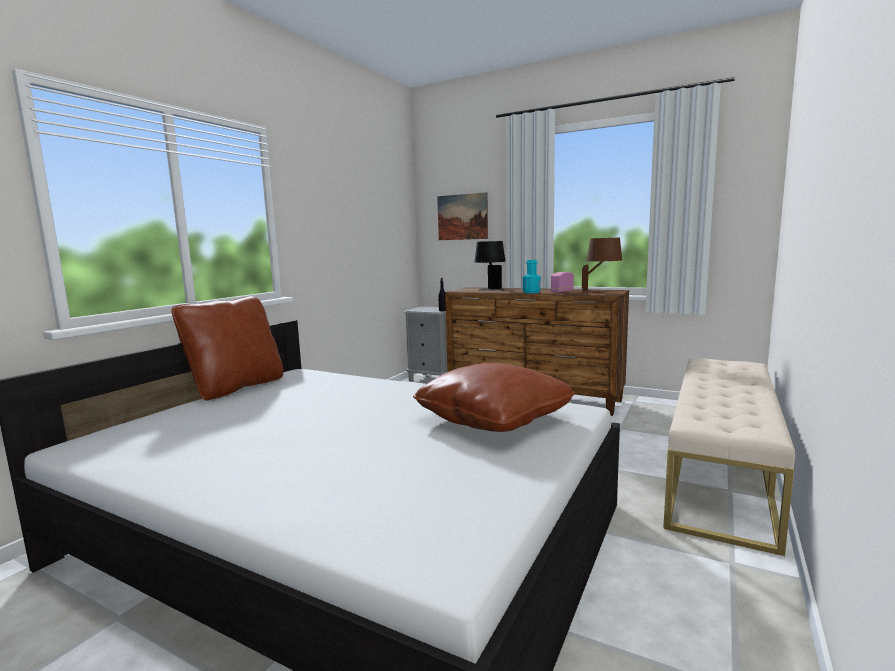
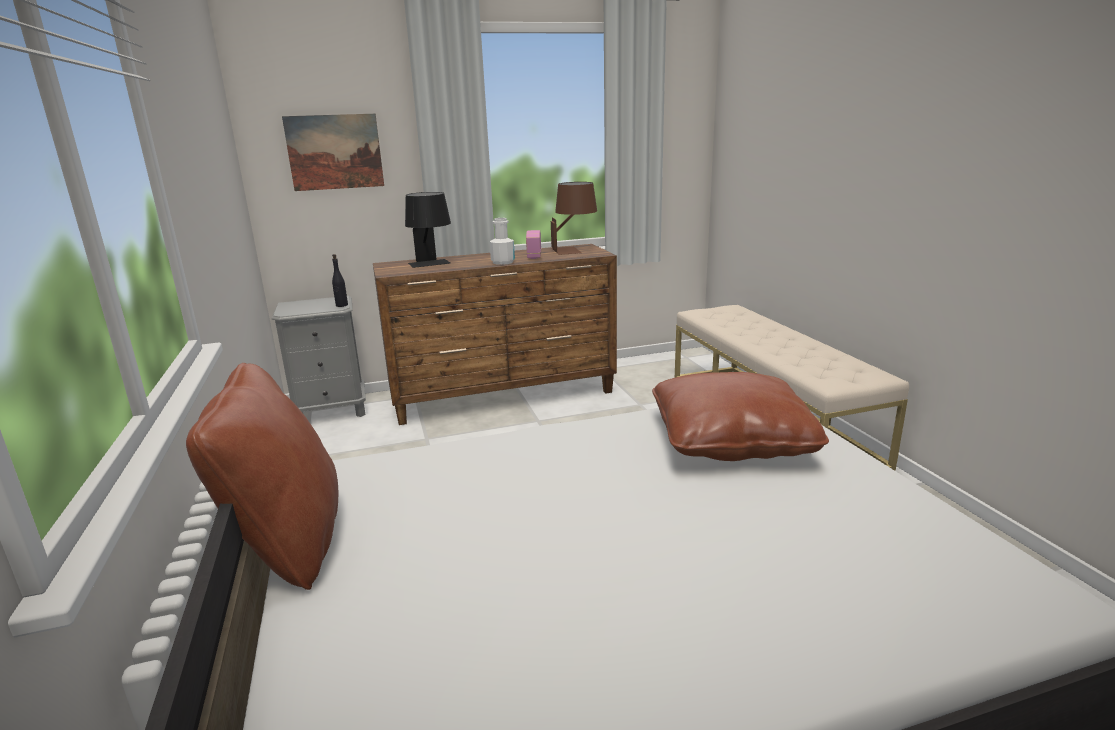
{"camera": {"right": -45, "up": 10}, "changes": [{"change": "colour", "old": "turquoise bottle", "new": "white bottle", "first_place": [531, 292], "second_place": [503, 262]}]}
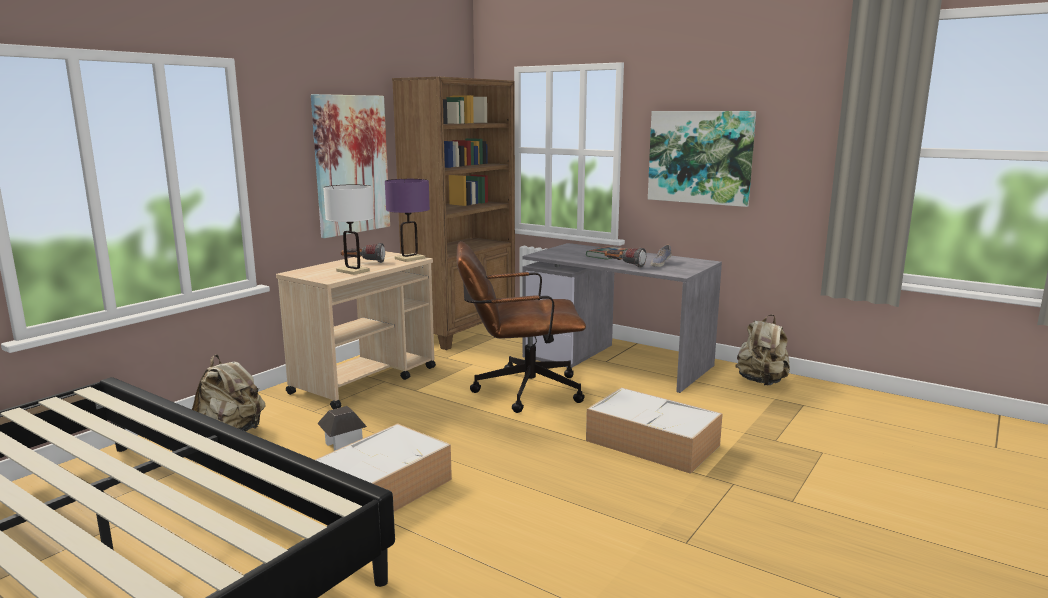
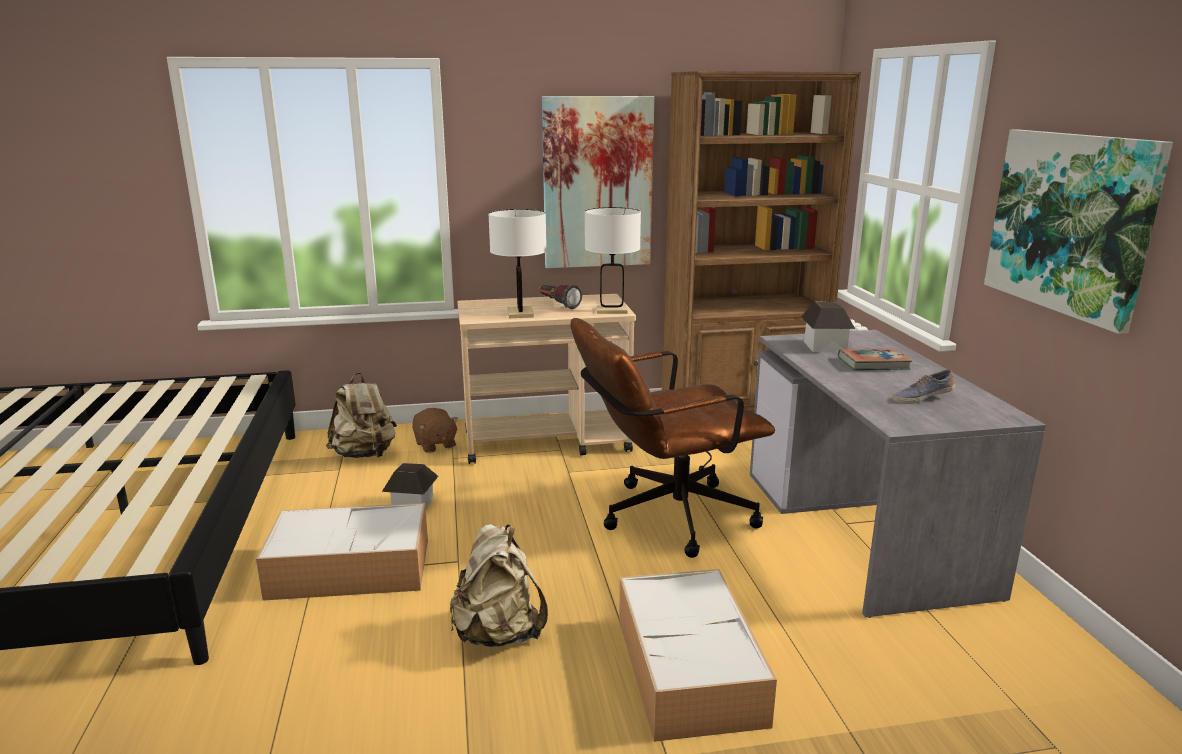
{"camera": {"right": 45, "up": 5}, "changes": [{"change": "appeared", "new": "brown plush toy", "second_place": [435, 445]}, {"change": "relocated", "old": "beige backpack", "first_place": [761, 382], "second_place": [498, 633]}, {"change": "spun", "old": "brown office chair", "first_place": [518, 391], "second_place": [665, 518], "degrees": -60}, {"change": "colour", "old": "purple table lamp", "new": "white table lamp", "first_place": [410, 258], "second_place": [611, 310]}, {"change": "appeared", "new": "toy house", "second_place": [825, 346]}, {"change": "missing", "old": "flashlight", "first_place": [624, 265]}]}
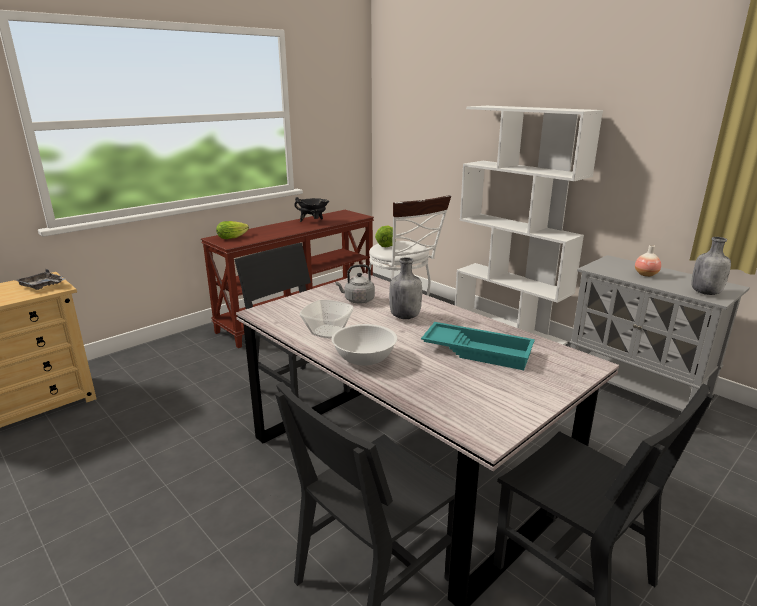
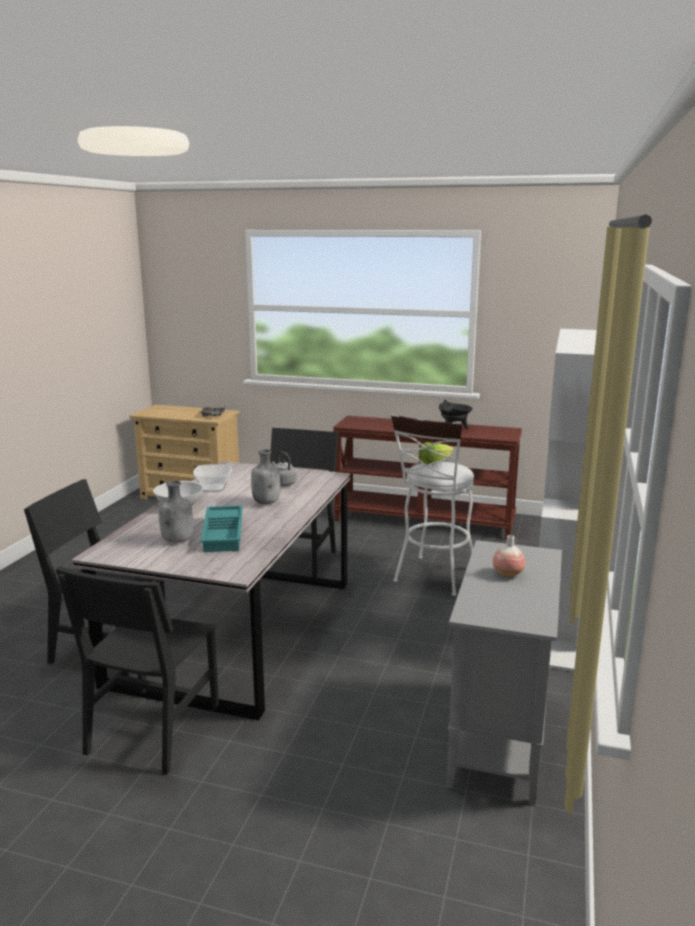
{"camera": {"right": 60, "up": -5}, "changes": [{"change": "relocated", "old": "grey bottle", "first_place": [705, 292], "second_place": [178, 540]}, {"change": "missing", "old": "lettuce", "first_place": [234, 237]}]}
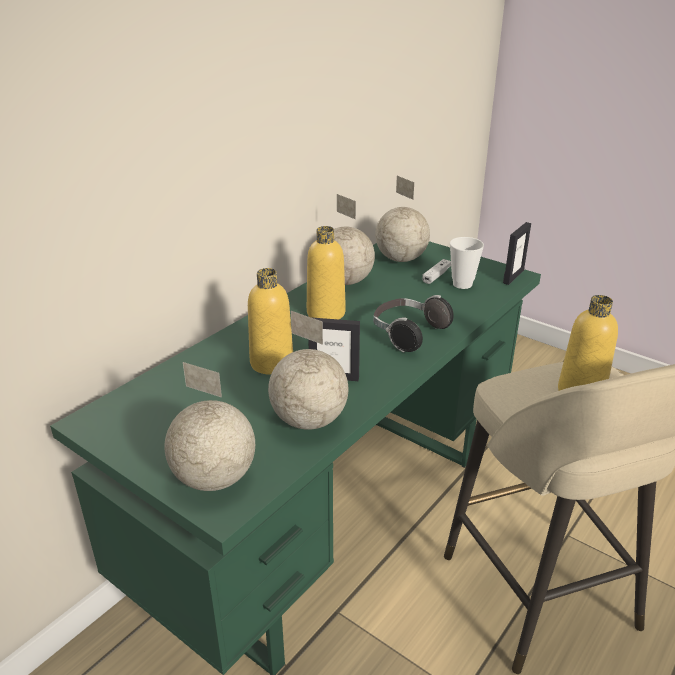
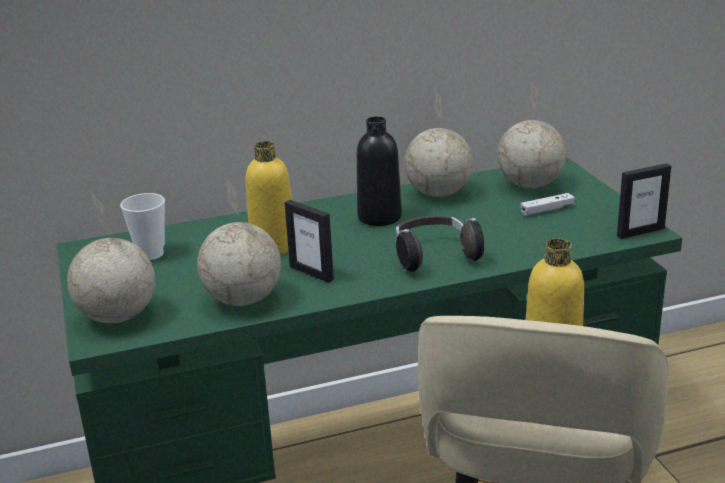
{"camera": {"right": 35, "up": -5}, "changes": [{"change": "relocated", "old": "cup", "first_place": [462, 284], "second_place": [150, 254]}, {"change": "colour", "old": "yellow bottle", "new": "black bottle", "first_place": [326, 313], "second_place": [379, 217]}]}
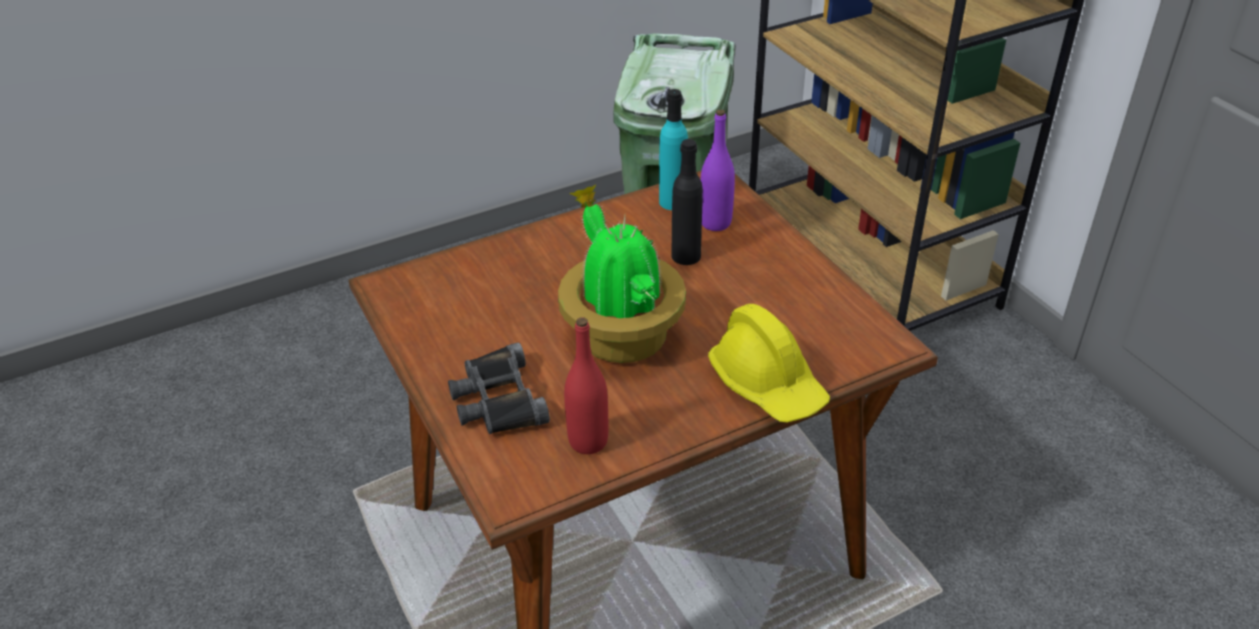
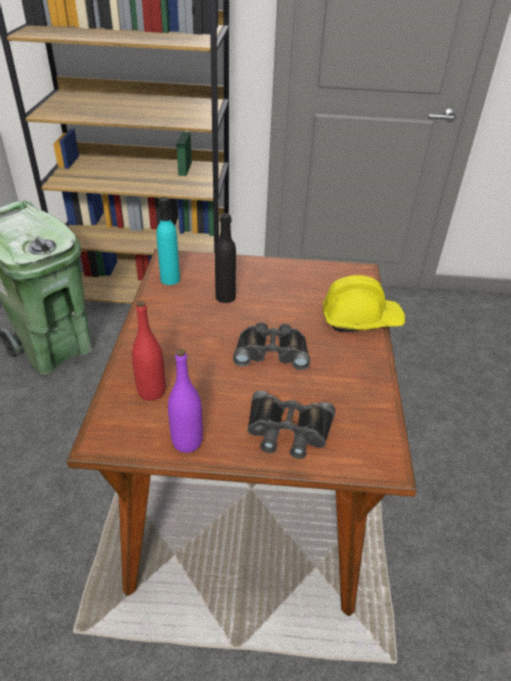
{"camera": {"right": -60, "up": 0}, "changes": [{"change": "relocated", "old": "red bottle", "first_place": [588, 441], "second_place": [151, 392]}, {"change": "relocated", "old": "purple bottle", "first_place": [715, 223], "second_place": [187, 442]}, {"change": "exchanged", "old": "potted plant", "new": "black binoculars", "first_place": [620, 334], "second_place": [271, 351]}]}
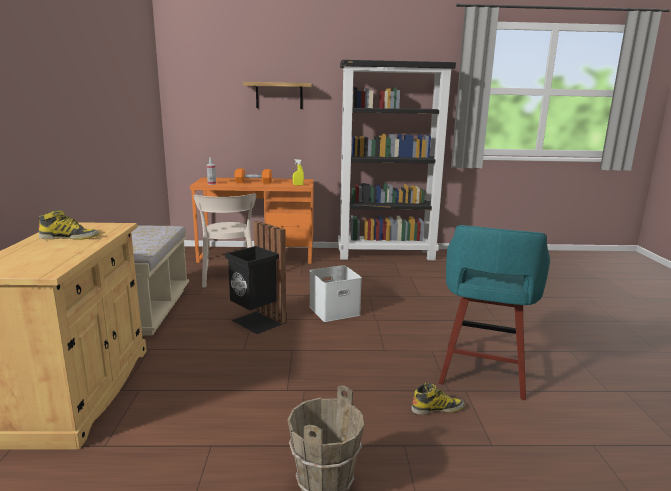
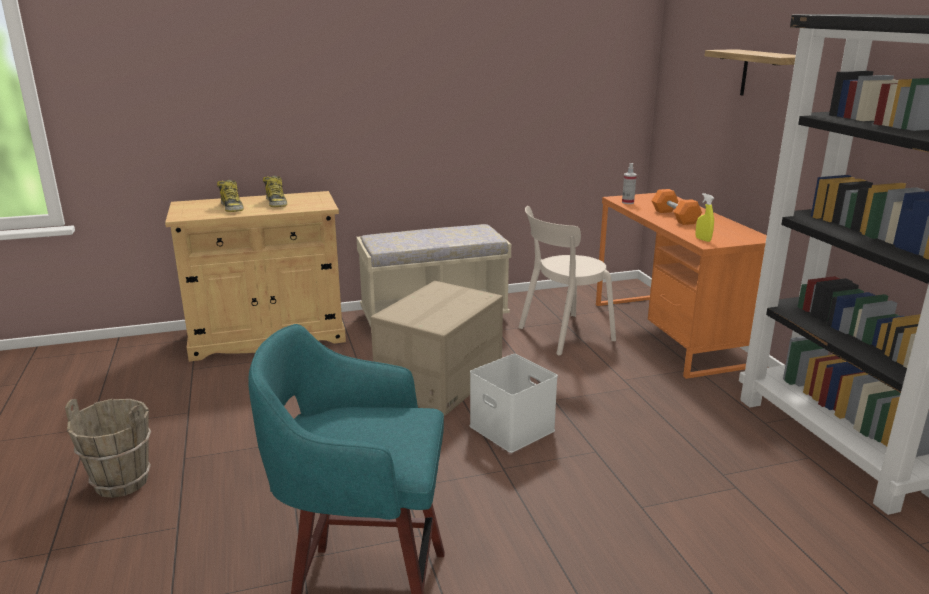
{"camera": {"right": 75, "up": 5}, "changes": [{"change": "relocated", "old": "boot", "first_place": [437, 408], "second_place": [232, 207]}, {"change": "exchanged", "old": "black trash can", "new": "cardboard box", "first_place": [257, 322], "second_place": [441, 381]}]}
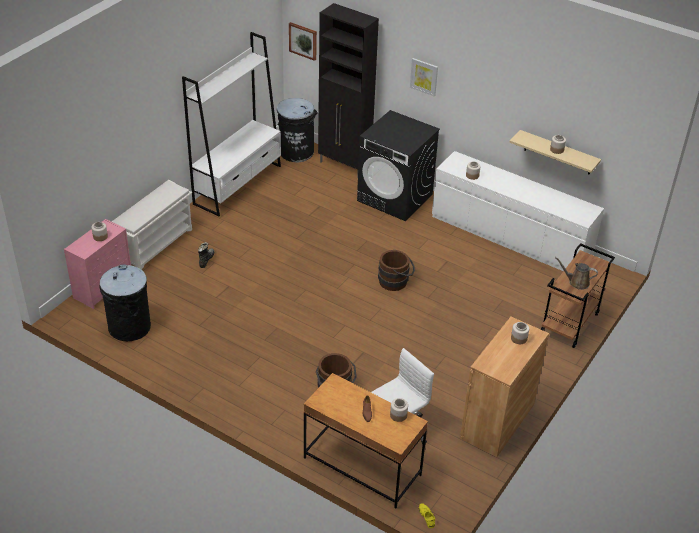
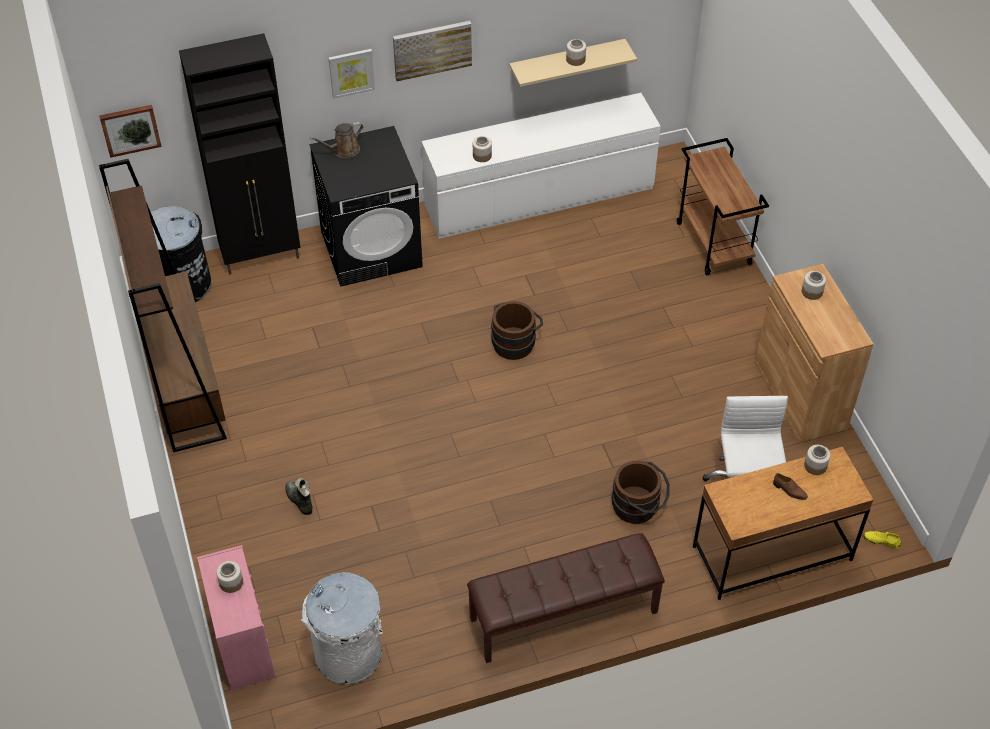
{"camera": {"right": -50, "up": 10}, "changes": [{"change": "colour", "old": "white bookcase", "new": "brown bookcase", "first_place": [238, 184], "second_place": [184, 382]}, {"change": "colour", "old": "black trash can", "new": "white trash can", "first_place": [129, 327], "second_place": [348, 655]}, {"change": "relocated", "old": "brown watering can", "first_place": [576, 282], "second_place": [343, 150]}, {"change": "appeared", "new": "picture", "second_place": [432, 49]}, {"change": "appeared", "new": "brown bench", "second_place": [563, 616]}, {"change": "missing", "old": "white shoe rack", "first_place": [155, 245]}]}
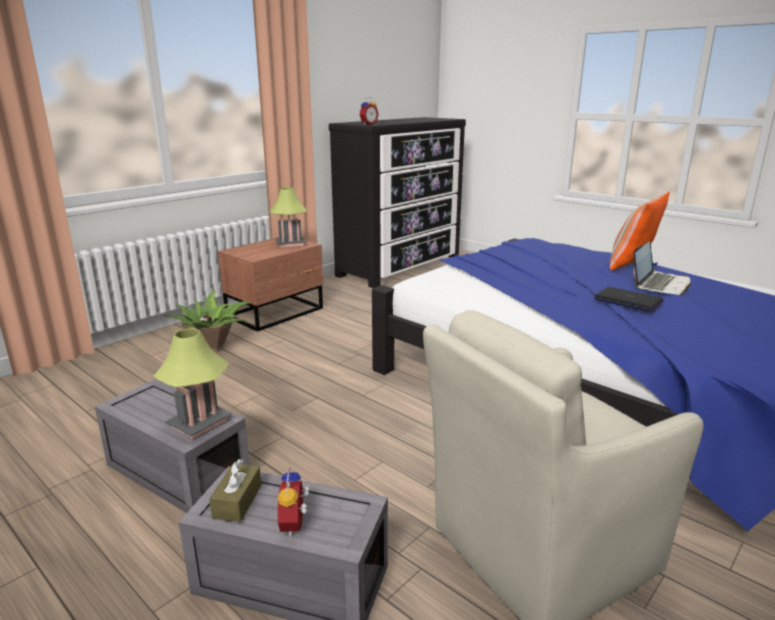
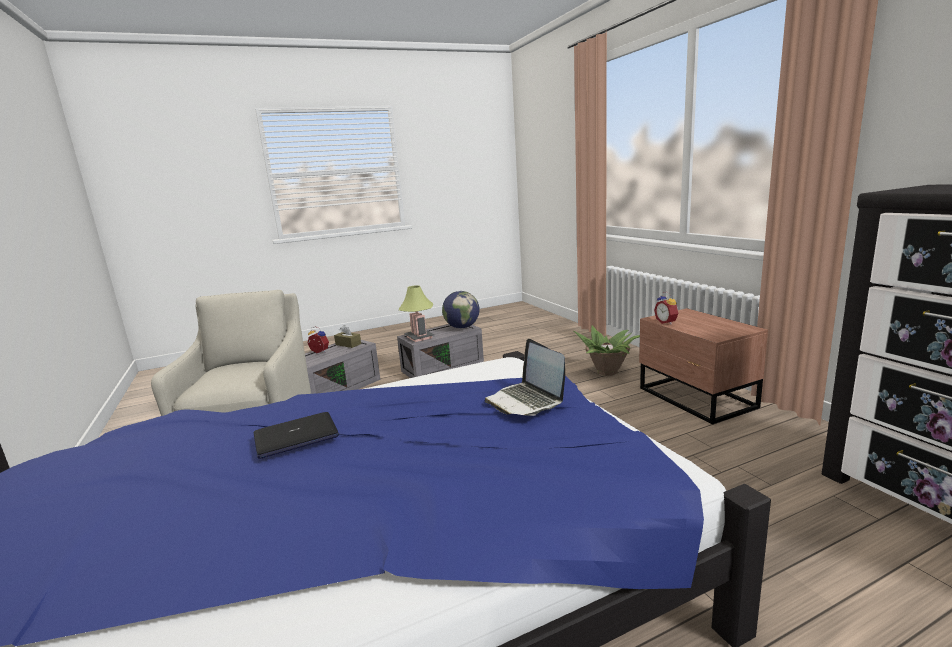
{"camera": {"right": 115, "up": -5}, "changes": [{"change": "appeared", "new": "globe", "second_place": [462, 327]}, {"change": "relocated", "old": "laptop", "first_place": [660, 284], "second_place": [526, 401]}, {"change": "relocated", "old": "alarm clock", "first_place": [368, 124], "second_place": [667, 322]}, {"change": "missing", "old": "table lamp", "first_place": [290, 244]}, {"change": "missing", "old": "pillow", "first_place": [631, 264]}]}
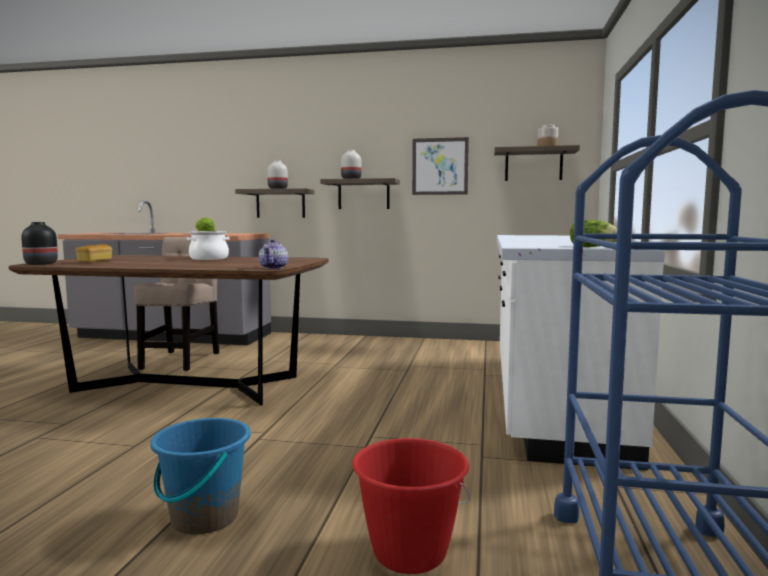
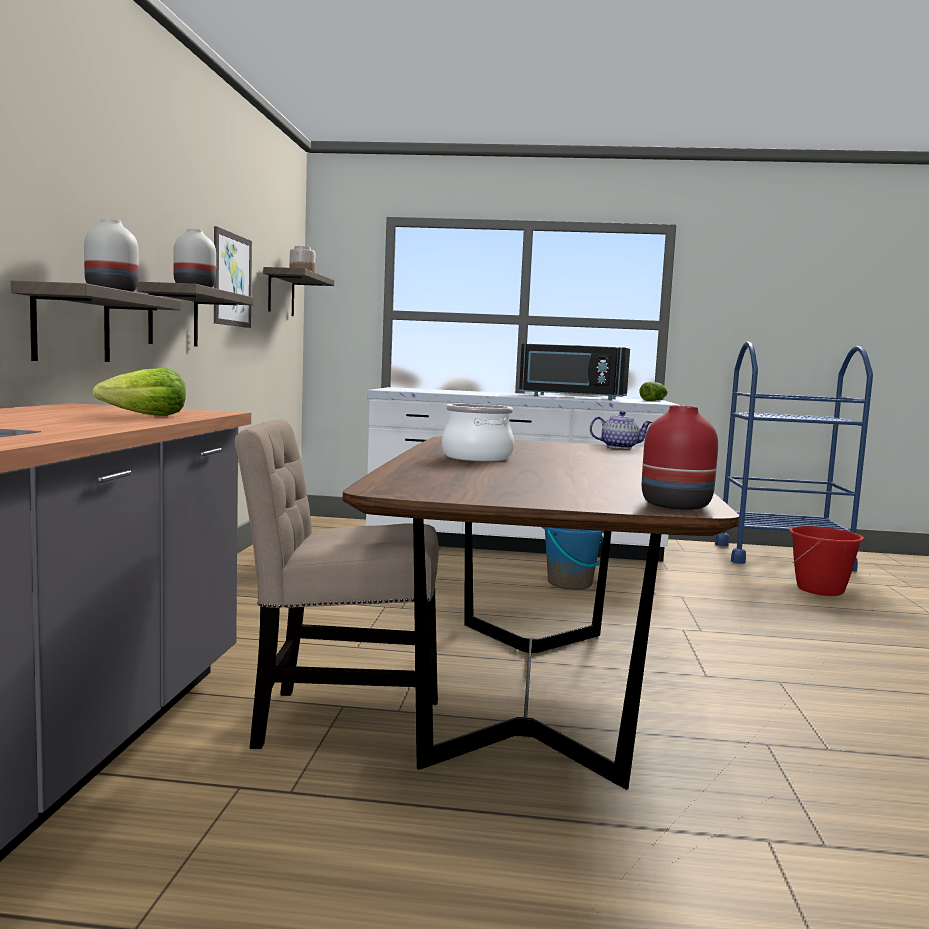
{"camera": {"right": -95, "up": 0}, "changes": [{"change": "appeared", "new": "black microwave", "second_place": [571, 397]}, {"change": "relocated", "old": "blue bucket", "first_place": [204, 517], "second_place": [570, 583]}, {"change": "colour", "old": "black vase", "new": "red vase", "first_place": [42, 264], "second_place": [674, 505]}, {"change": "missing", "old": "bread", "first_place": [94, 261]}]}
